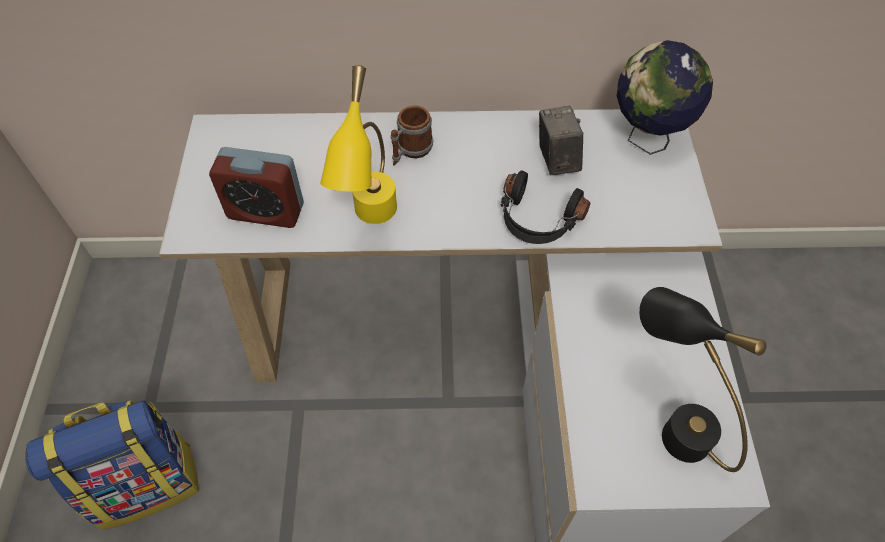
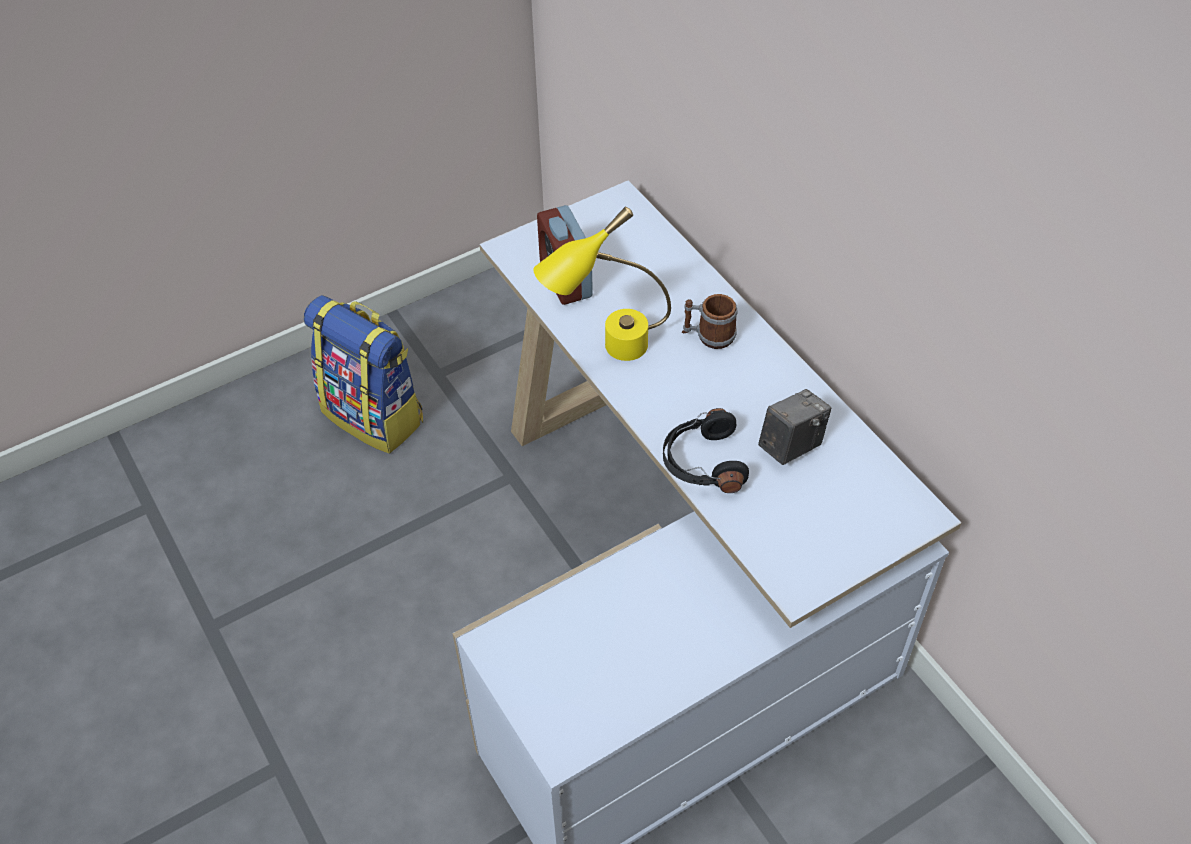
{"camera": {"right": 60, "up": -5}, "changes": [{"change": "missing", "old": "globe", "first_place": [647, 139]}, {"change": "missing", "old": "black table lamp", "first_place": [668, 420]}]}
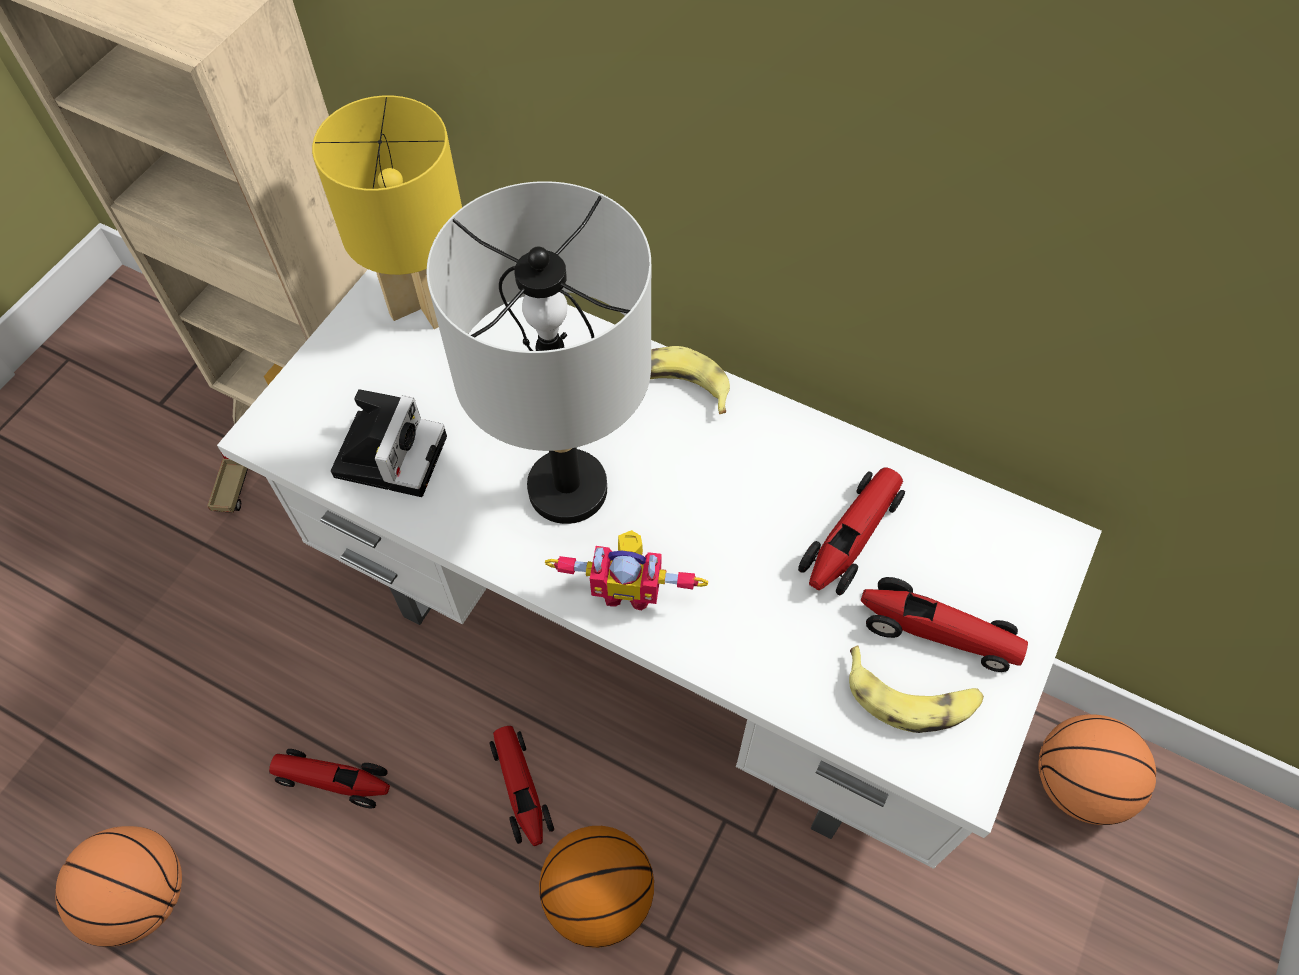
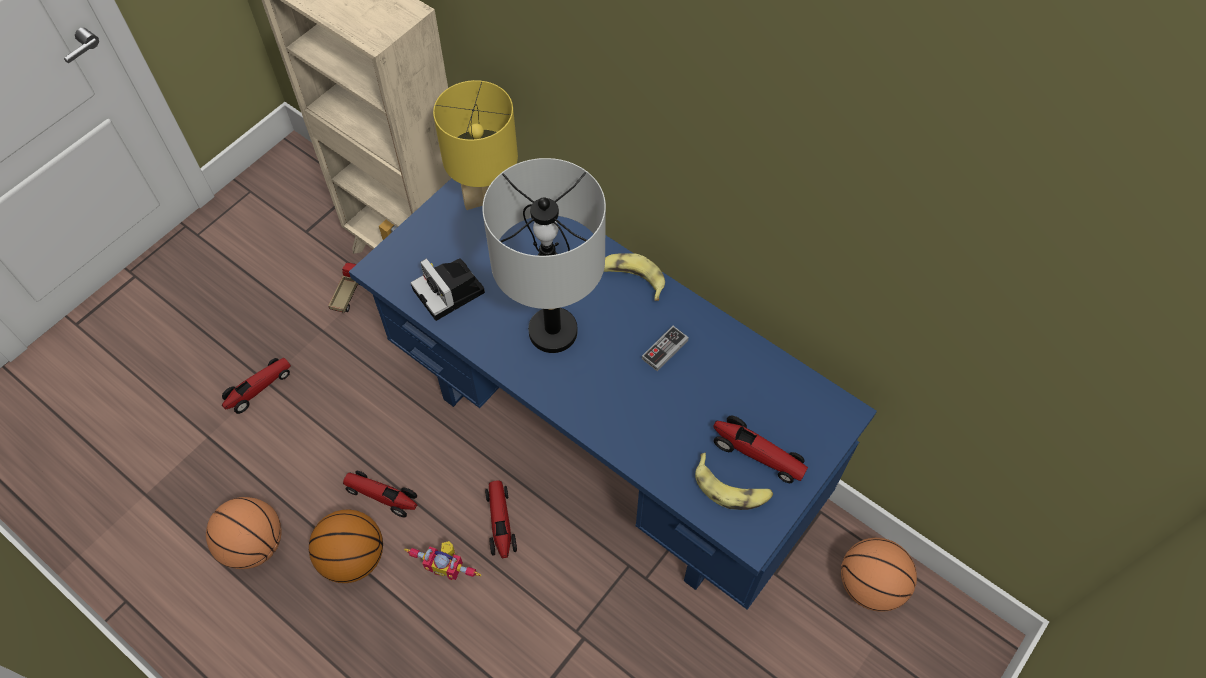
{"camera": {"right": 10, "up": 0}, "changes": [{"change": "relocated", "old": "toy car", "first_place": [851, 538], "second_place": [258, 388]}, {"change": "relocated", "old": "basketball", "first_place": [599, 896], "second_place": [353, 558]}, {"change": "colour", "old": "white desk", "new": "blue desk", "first_place": [652, 644], "second_place": [604, 445]}, {"change": "relocated", "old": "toy robot", "first_place": [628, 588], "second_place": [447, 566]}, {"change": "spun", "old": "photo camera", "first_place": [390, 452], "second_place": [451, 292], "degrees": 120}, {"change": "appeared", "new": "game controller", "second_place": [665, 349]}]}
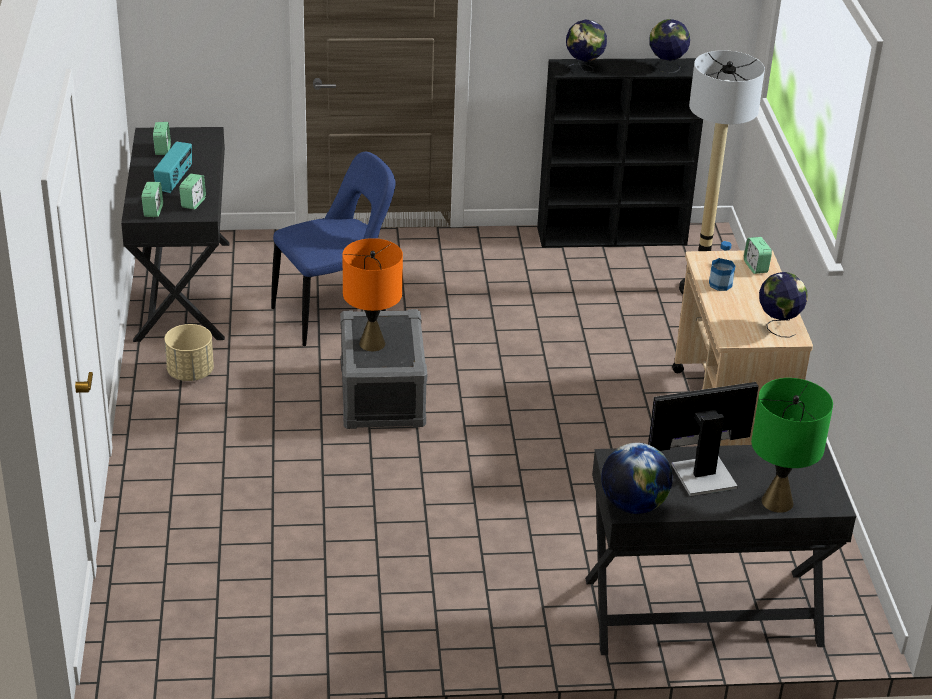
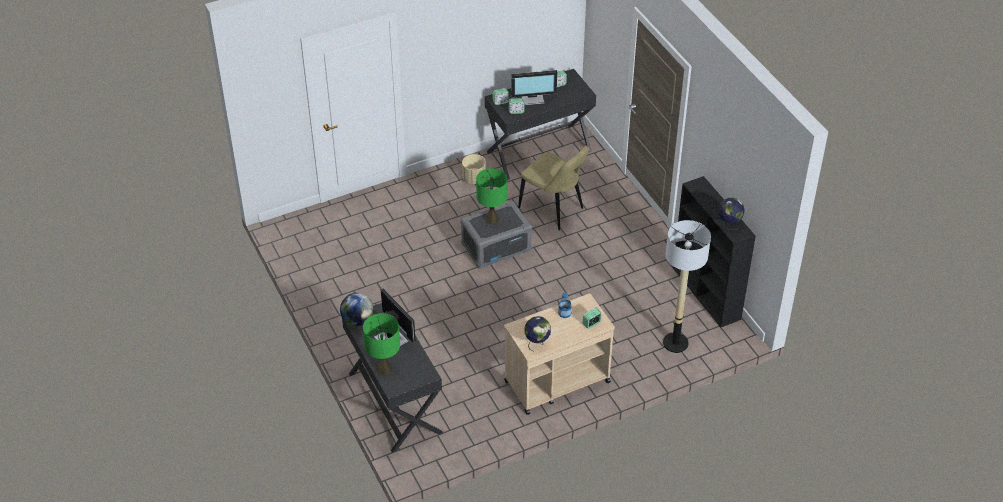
{"camera": {"right": 70, "up": 10}, "changes": [{"change": "colour", "old": "orange table lamp", "new": "green table lamp", "first_place": [372, 344], "second_place": [491, 219]}, {"change": "exchanged", "old": "radio", "new": "monitor", "first_place": [175, 180], "second_place": [533, 98]}, {"change": "colour", "old": "blue chair", "new": "beige chair", "first_place": [335, 314], "second_place": [553, 209]}, {"change": "missing", "old": "globe", "first_place": [584, 69]}]}
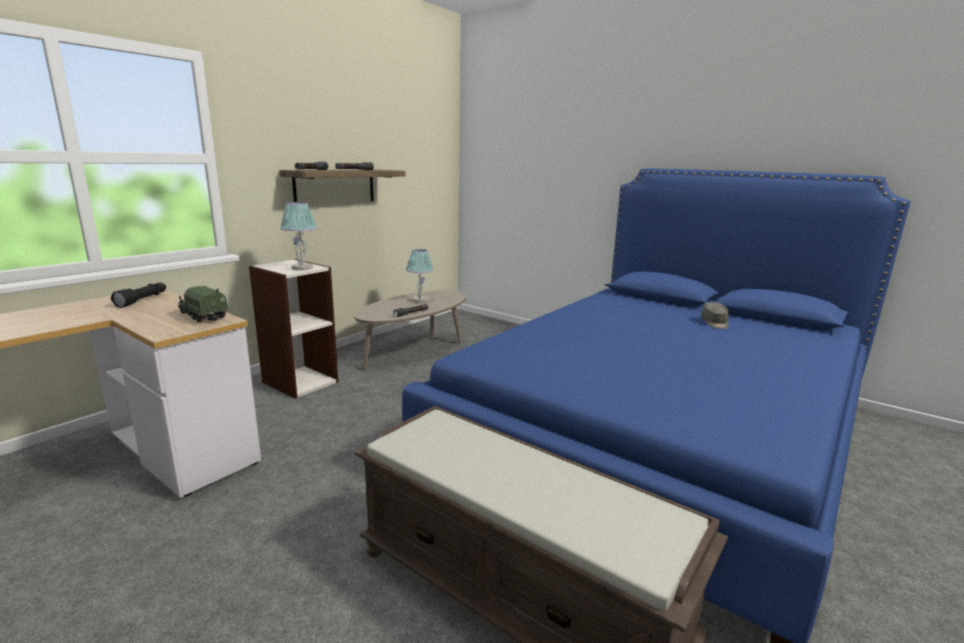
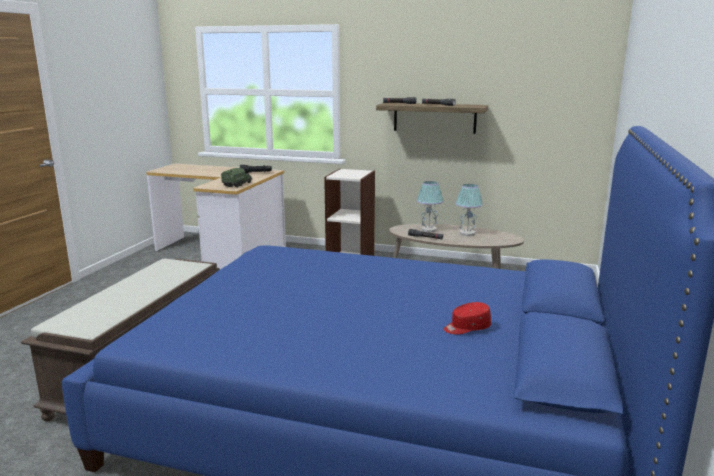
{"camera": {"right": 70, "up": 0}, "changes": [{"change": "relocated", "old": "table lamp", "first_place": [302, 268], "second_place": [428, 230]}, {"change": "colour", "old": "grey cap", "new": "red cap", "first_place": [715, 323], "second_place": [466, 328]}]}
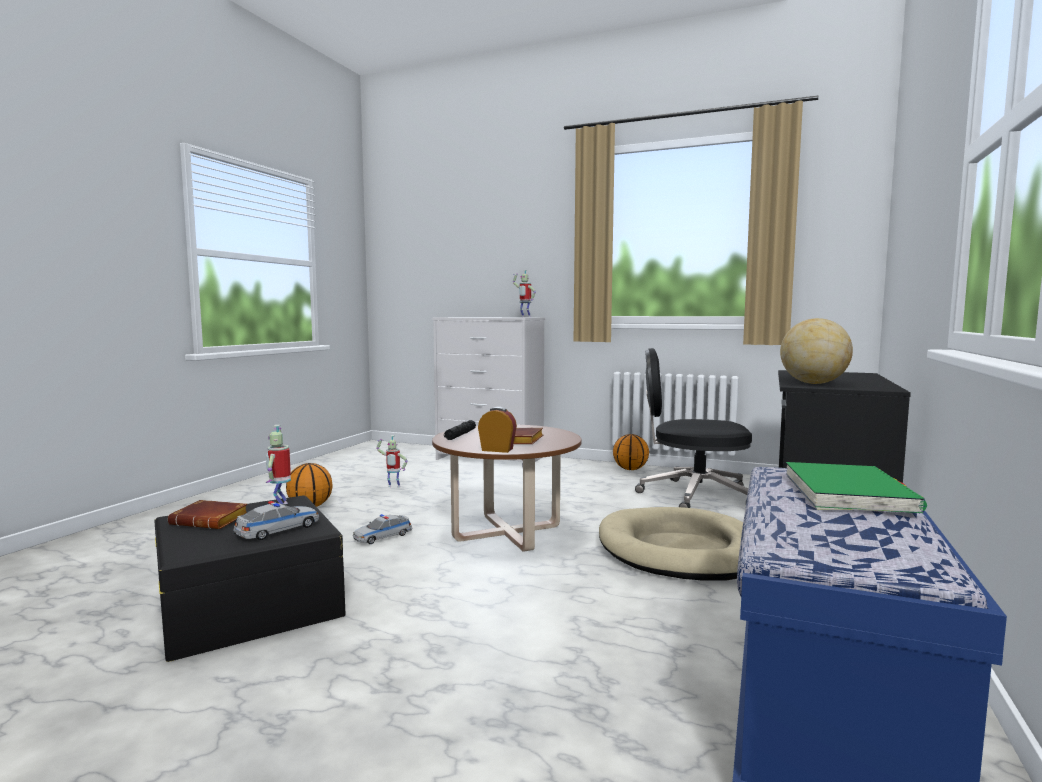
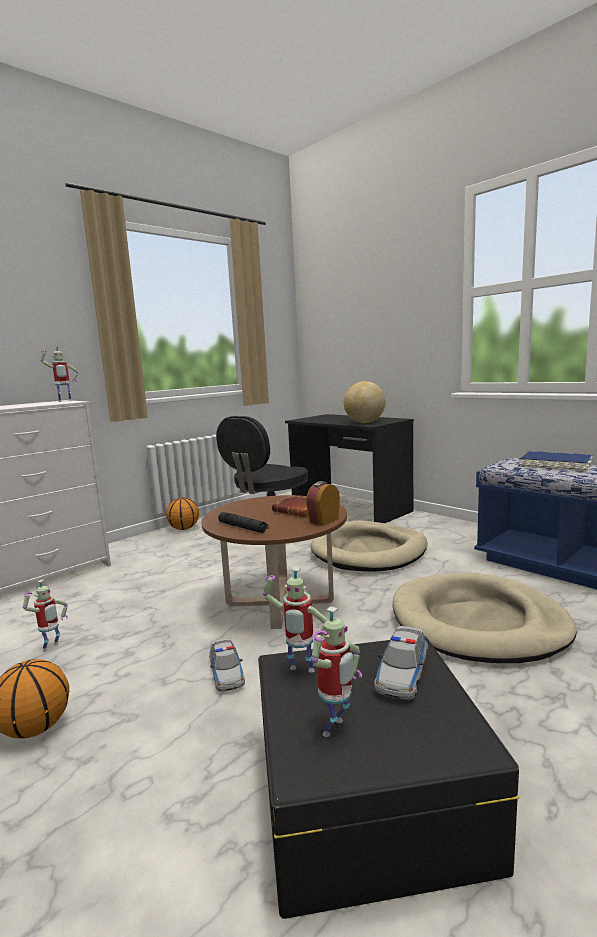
{"camera": {"right": -65, "up": 5}, "changes": [{"change": "exchanged", "old": "brown book", "new": "toy robot", "first_place": [212, 520], "second_place": [336, 729]}, {"change": "spun", "old": "toy car", "first_place": [278, 530], "second_place": [402, 672], "degrees": -135}, {"change": "appeared", "new": "beige dog bed", "second_place": [478, 623]}, {"change": "colour", "old": "green book", "new": "blue book", "first_place": [847, 494], "second_place": [555, 464]}]}
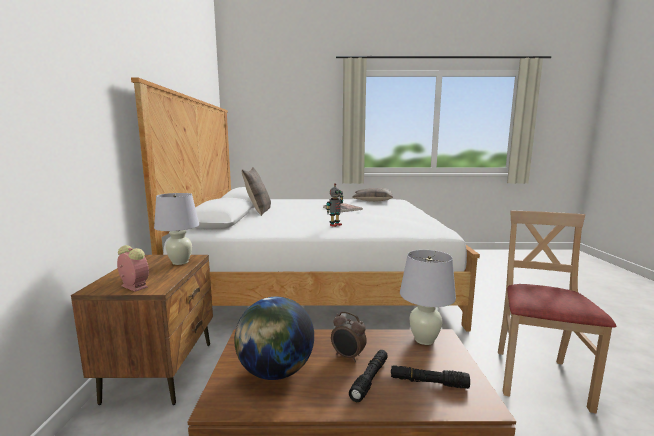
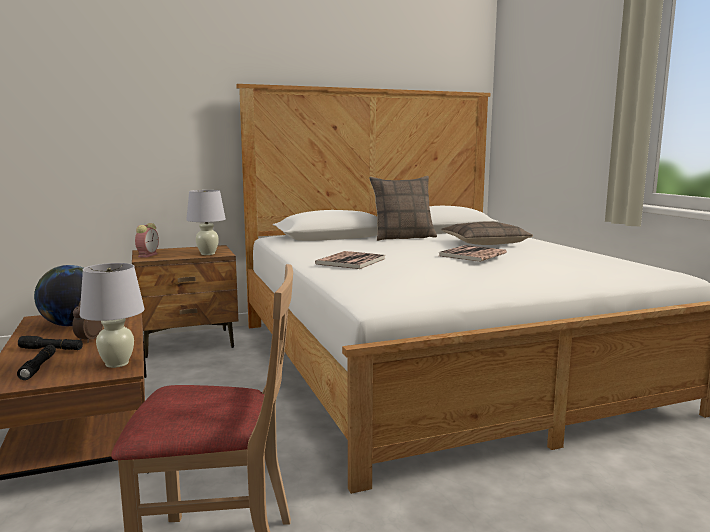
{"camera": {"right": 70, "up": 0}, "changes": [{"change": "exchanged", "old": "toy robot", "new": "book", "first_place": [335, 225], "second_place": [351, 261]}, {"change": "relocated", "old": "pillow", "first_place": [372, 200], "second_place": [484, 243]}]}
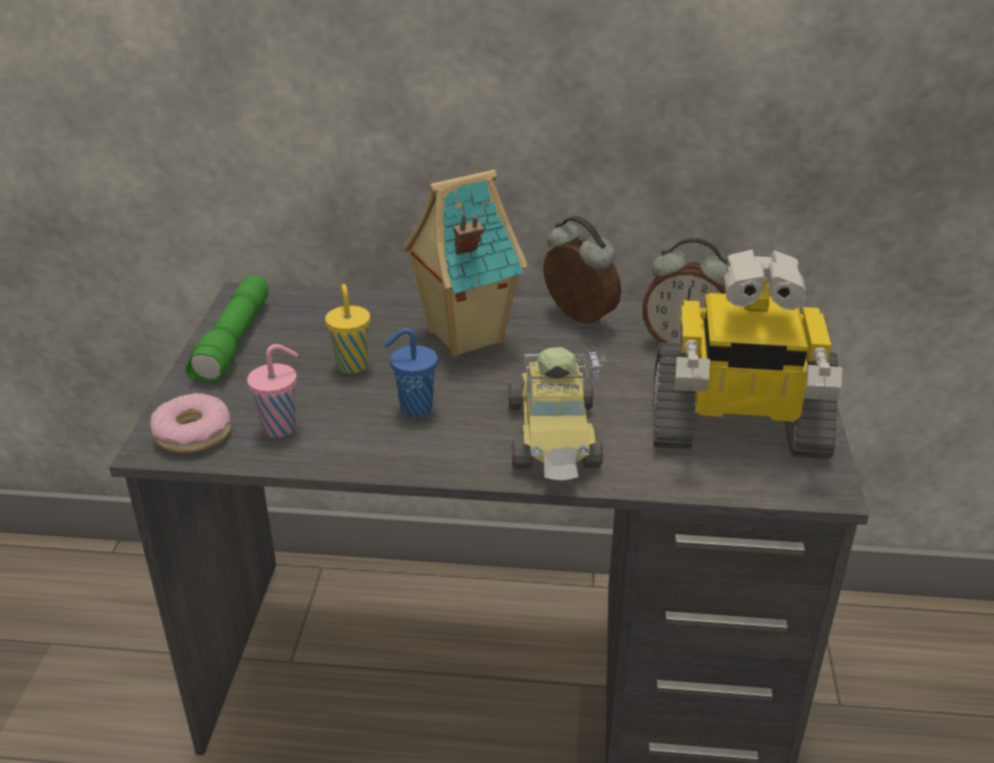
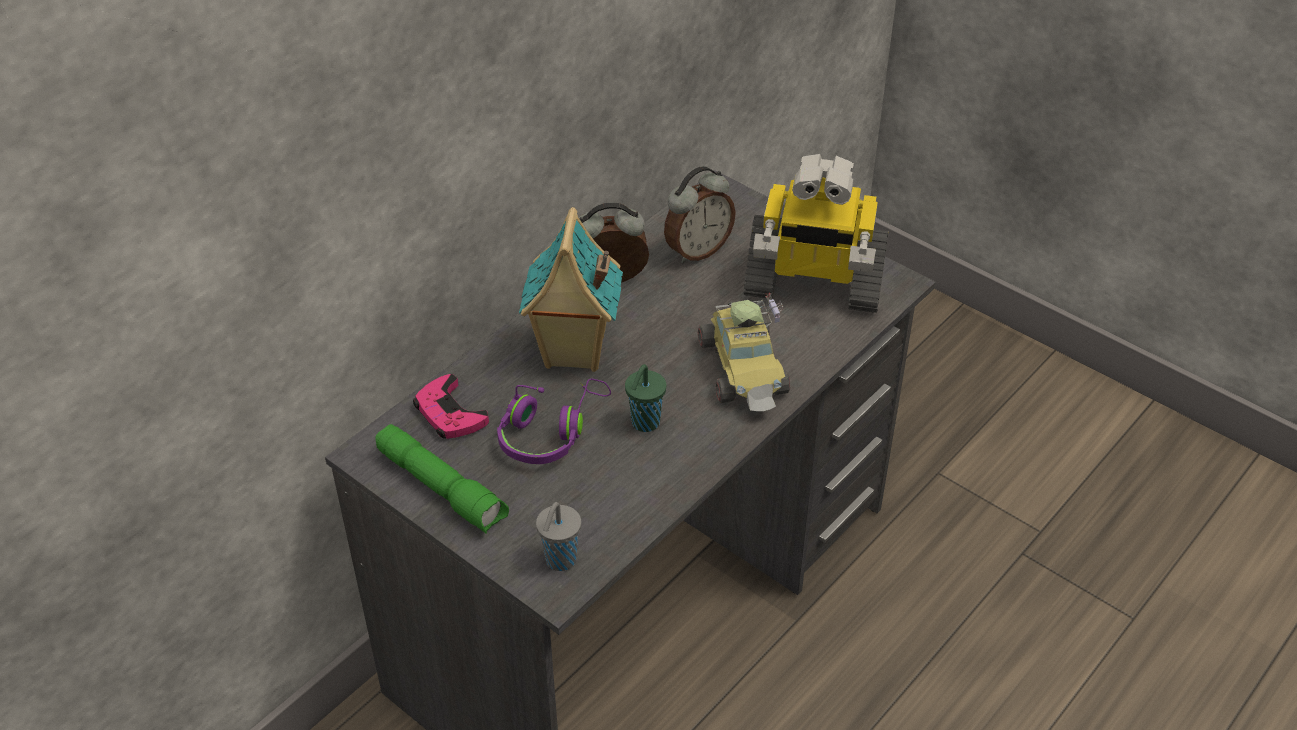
{"camera": {"right": -55, "up": 10}, "changes": [{"change": "appeared", "new": "pink game controller", "second_place": [449, 413]}, {"change": "exchanged", "old": "yellow cup", "new": "purple headphones", "first_place": [351, 365], "second_place": [550, 432]}, {"change": "exchanged", "old": "donut", "new": "grey cup", "first_place": [193, 433], "second_place": [560, 561]}, {"change": "colour", "old": "blue cup", "new": "green cup", "first_place": [414, 409], "second_place": [644, 423]}, {"change": "spun", "old": "toy car", "first_place": [556, 437], "second_place": [745, 369], "degrees": 45}, {"change": "spun", "old": "toy robot", "first_place": [736, 429], "second_place": [812, 284], "degrees": 60}, {"change": "missing", "old": "pink cup", "first_place": [281, 427]}]}
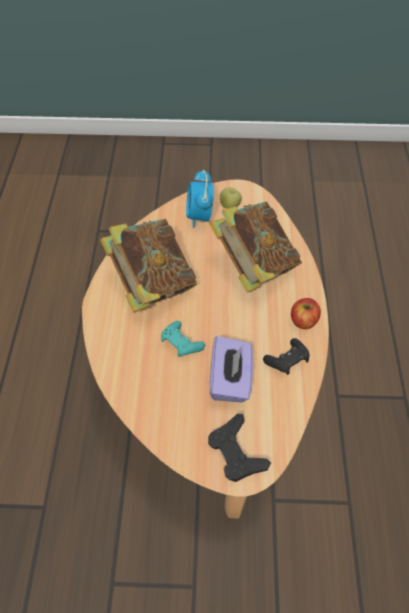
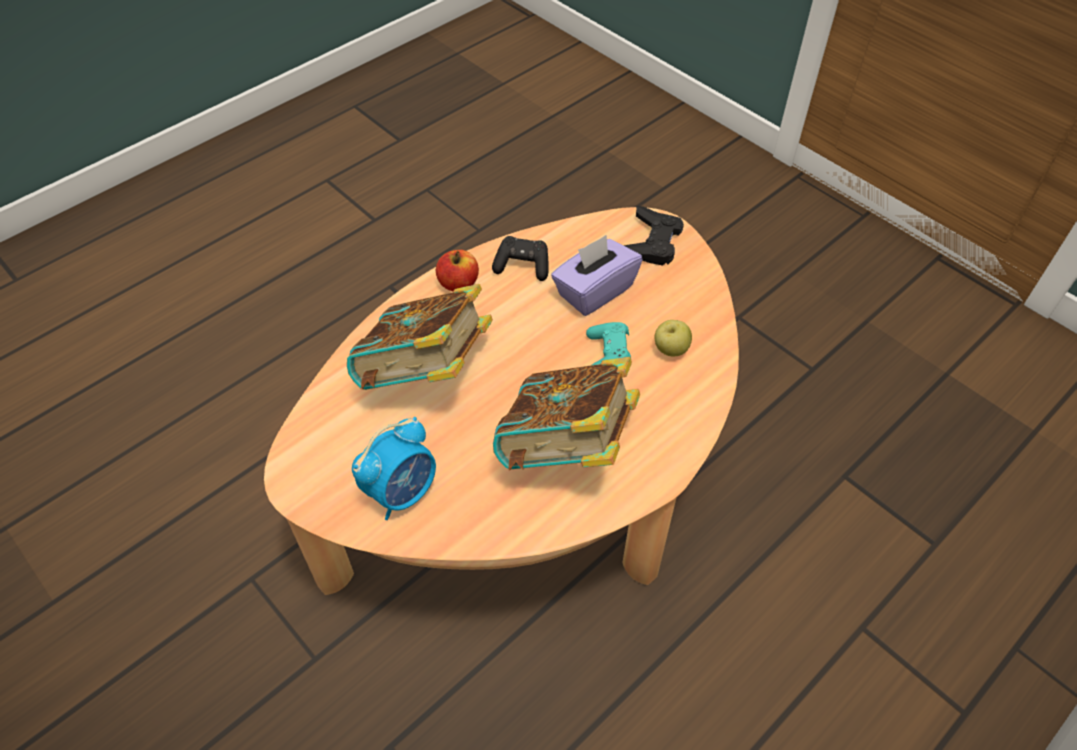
{"camera": {"right": -135, "up": -5}, "changes": [{"change": "relocated", "old": "apple", "first_place": [230, 205], "second_place": [670, 350]}]}
